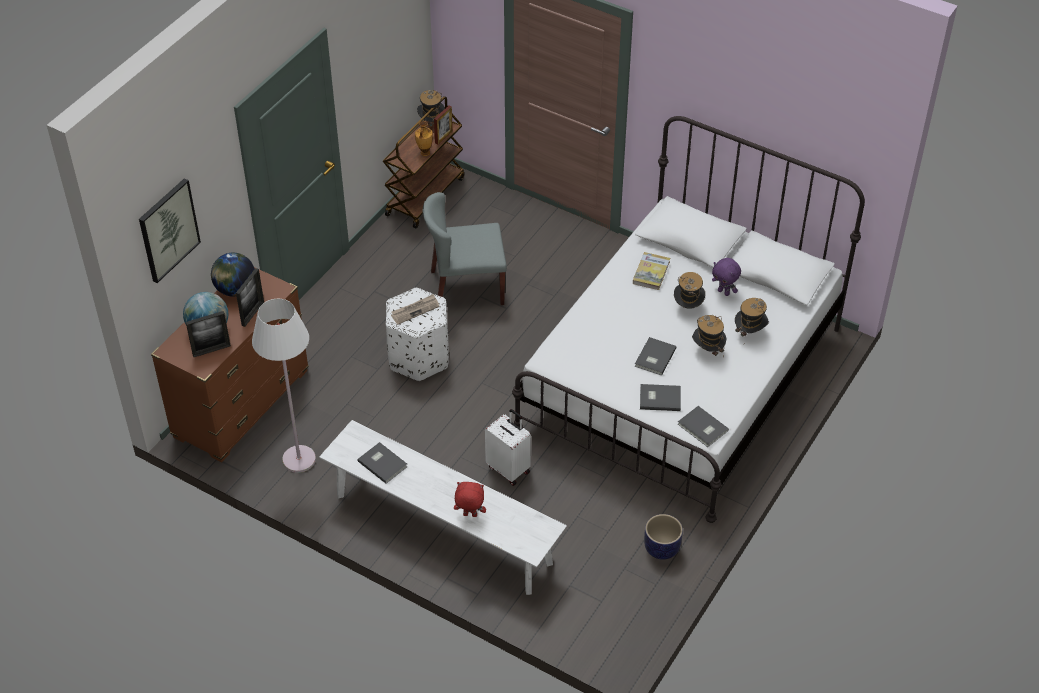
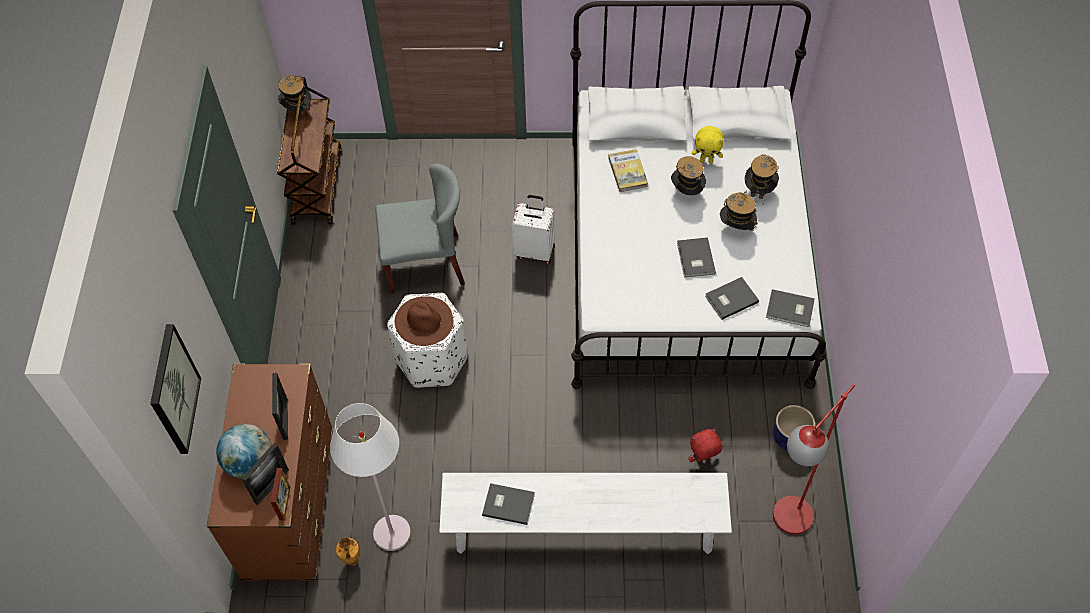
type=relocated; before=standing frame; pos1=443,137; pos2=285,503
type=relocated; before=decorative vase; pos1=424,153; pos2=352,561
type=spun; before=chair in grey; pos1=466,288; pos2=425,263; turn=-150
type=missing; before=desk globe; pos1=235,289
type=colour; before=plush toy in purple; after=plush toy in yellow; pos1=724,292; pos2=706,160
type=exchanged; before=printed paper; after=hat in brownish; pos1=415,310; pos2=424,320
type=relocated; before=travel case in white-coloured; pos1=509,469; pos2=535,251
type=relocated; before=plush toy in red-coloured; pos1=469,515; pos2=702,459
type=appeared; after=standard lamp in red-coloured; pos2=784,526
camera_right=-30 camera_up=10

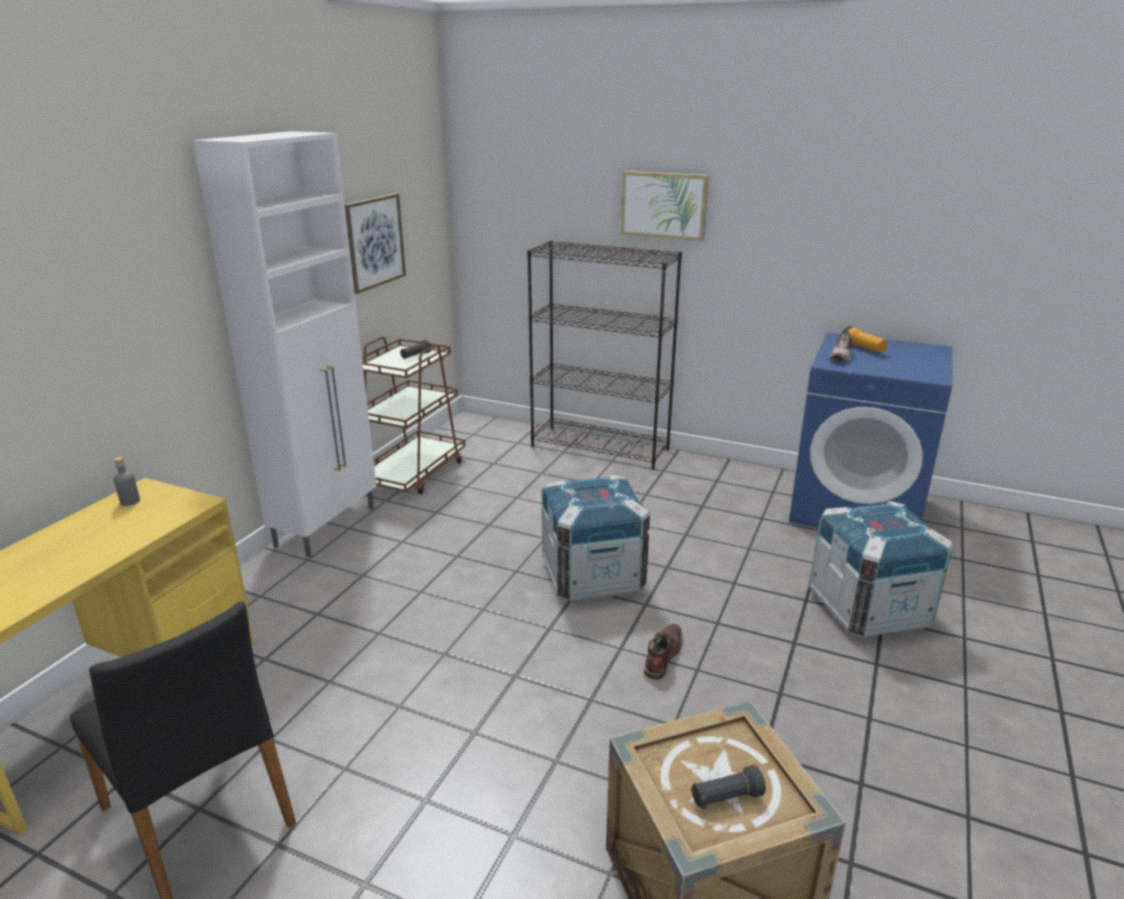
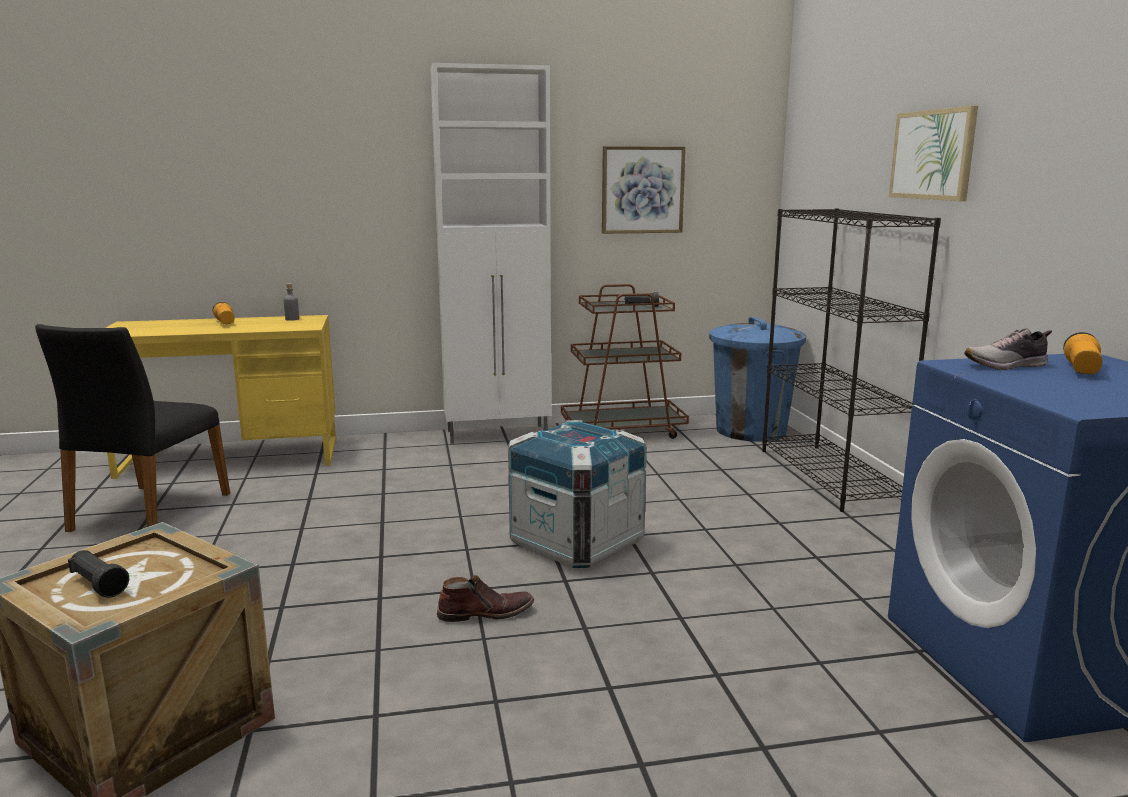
type=missing; before=packing crate; pos1=868,609
type=appeared; after=flashlight; pos2=225,323
type=appeared; after=waste bin in blue-coloured; pos2=750,430
camera_right=55 camera_up=-10

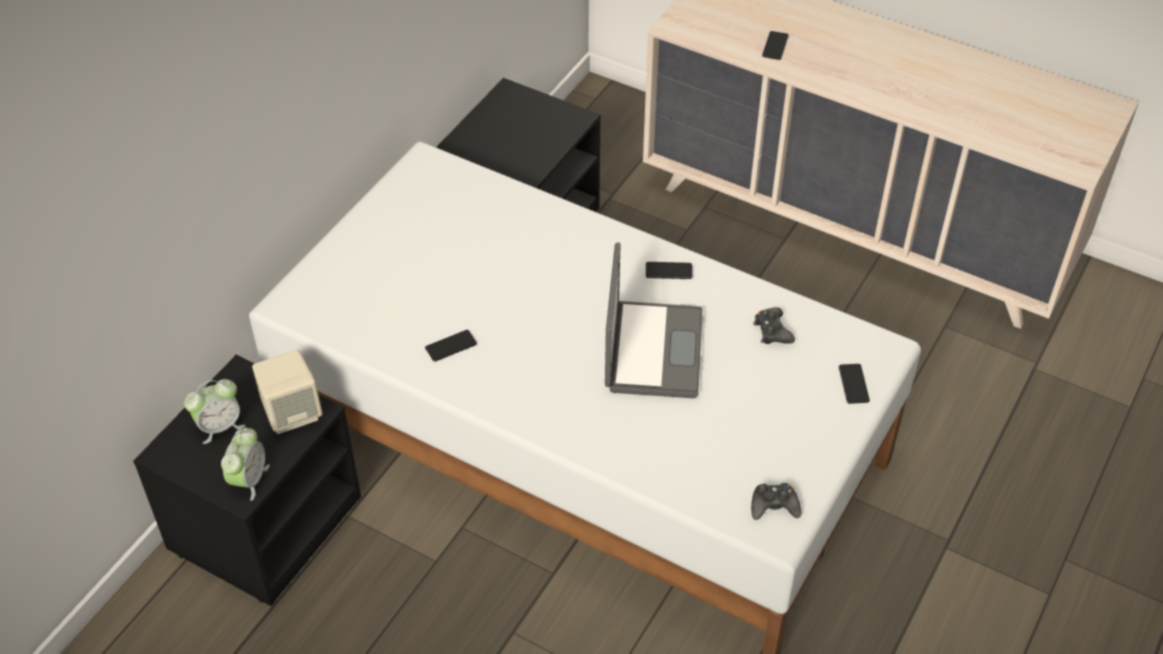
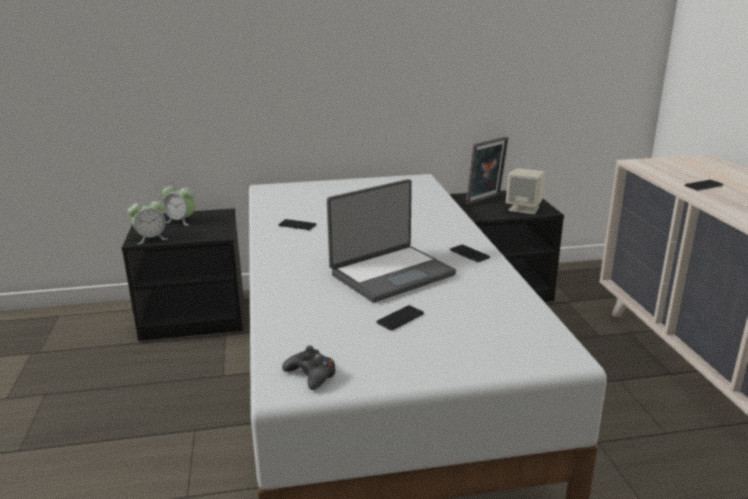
type=missing; before=joypad in blackish; pos1=772,331
type=relocated; before=audio speaker in sand-coloured; pos1=292,413; pos2=524,209
type=relocated; before=handset; pos1=853,384; pos2=400,318
type=appeared; after=standing frame; pos2=485,200
camera_right=50 camera_up=-25

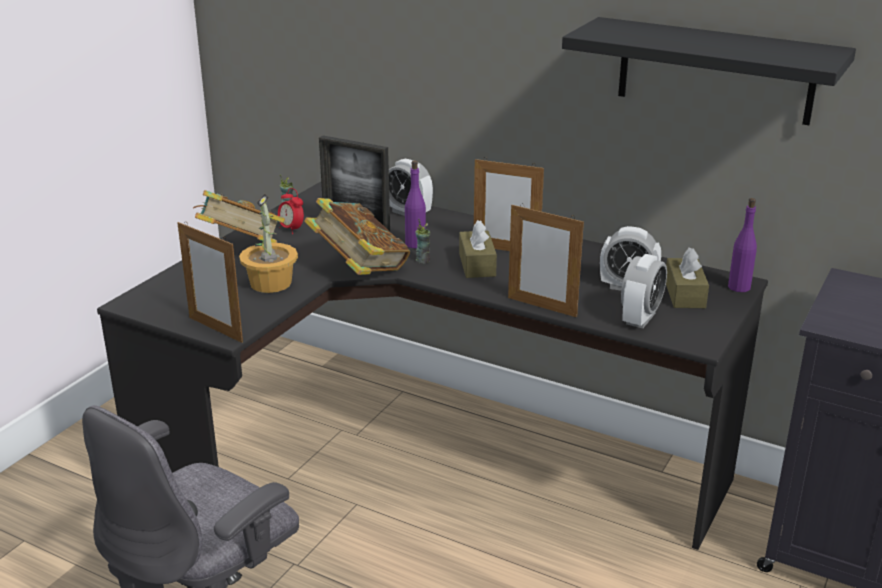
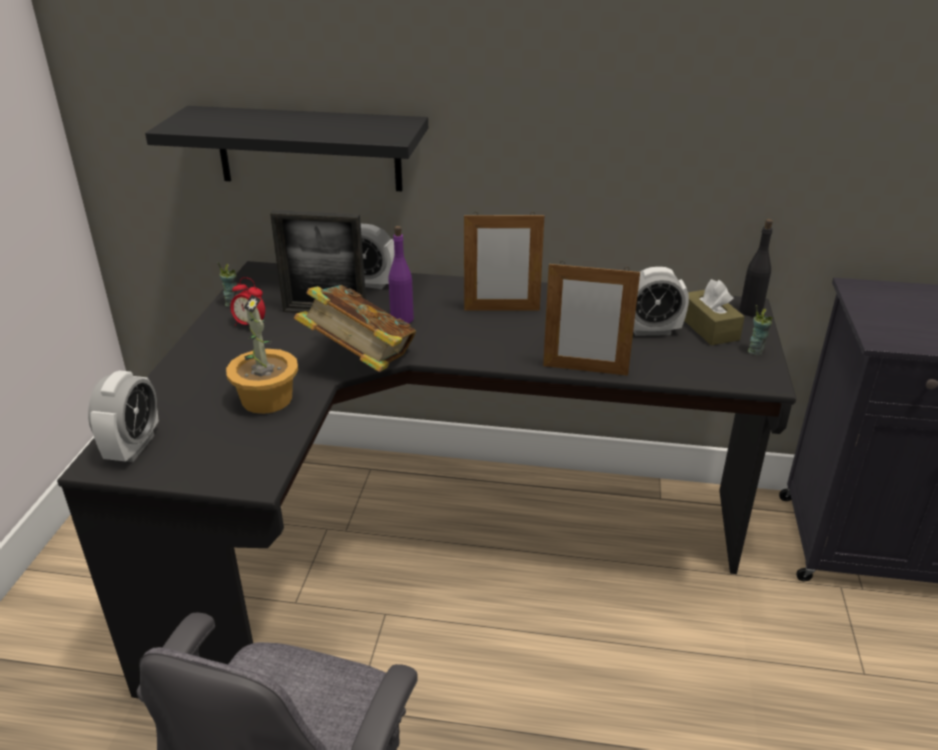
type=relocated; before=wall shelf in blackish; pos1=715,71; pos2=309,149
type=missing; before=book; pos1=241,250
type=colour; before=beverage bottle in purple; after=beverage bottle in blackish; pos1=739,287; pos2=751,311
type=relocated; before=cup; pos1=423,260; pos2=756,351
type=missing; before=tissue holder in brownish; pos1=477,264
type=missing; before=standing frame; pos1=215,329
type=relocated; before=alarm clock; pos1=640,318; pos2=133,447
camera_right=-20 camera_up=5

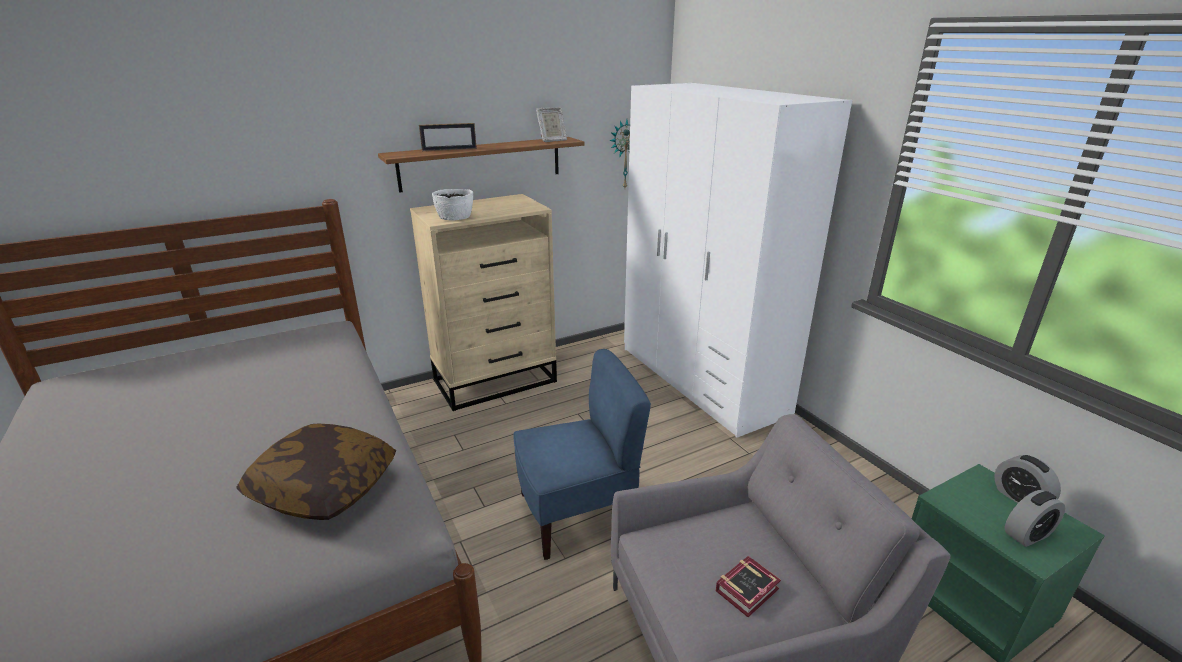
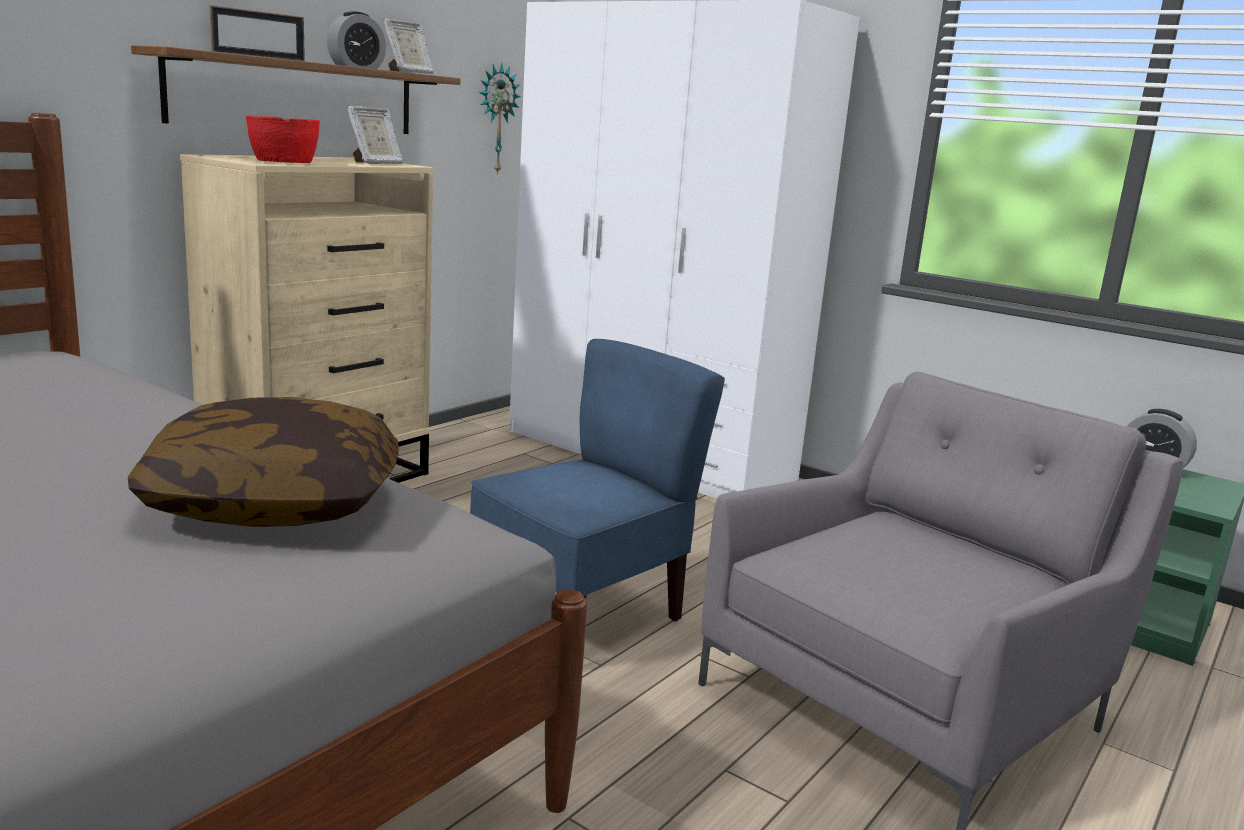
type=colour; before=bowl in white-coloured; after=bowl in red-coloured; pos1=454,217; pos2=283,162
type=relocated; before=alarm clock; pos1=1027,535; pos2=356,67
type=missing; before=book; pos1=750,589
type=appeared; after=standing frame; pos2=375,163
camera_right=-25 camera_up=-10

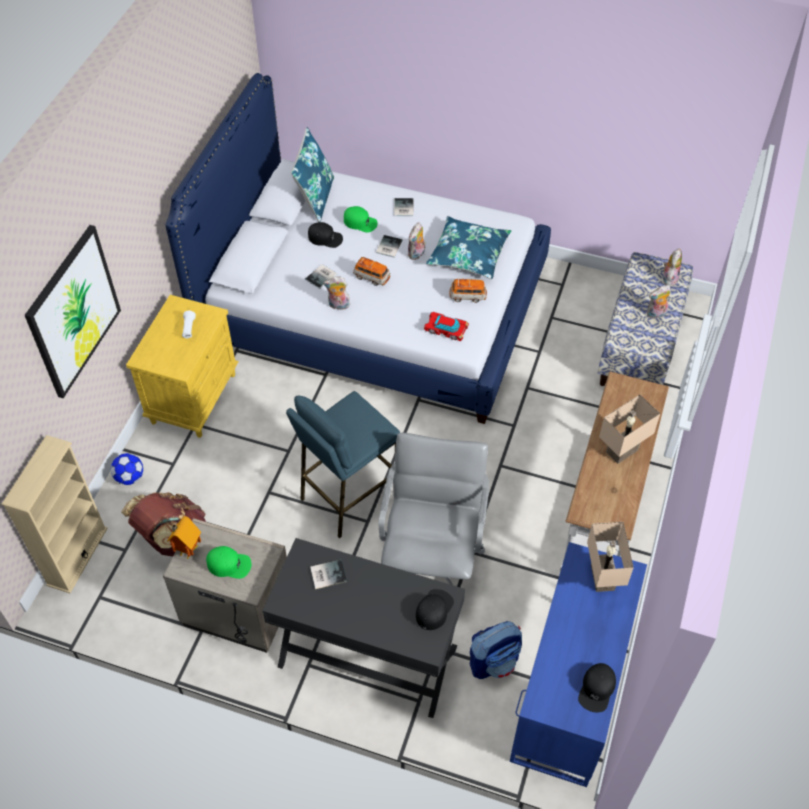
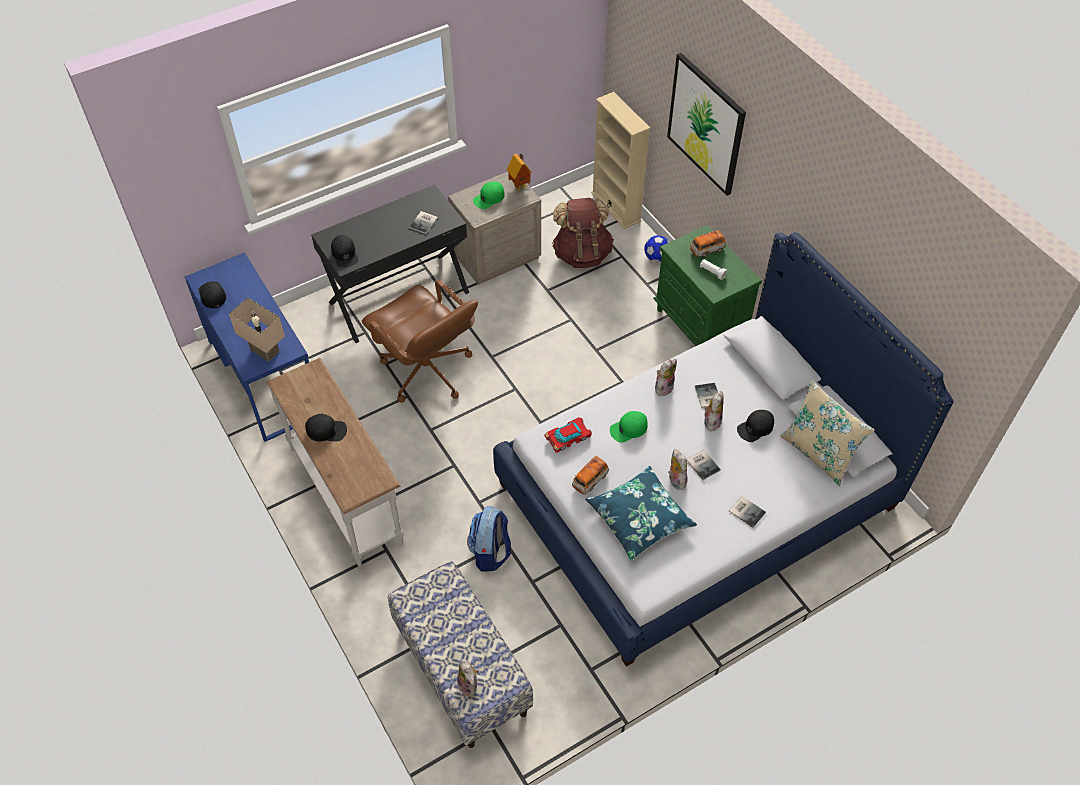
type=colour; before=throw pillow in blue-coloured; after=throw pillow in sand-coloured; pos1=315,198; pos2=818,453
type=relocated; before=baseball cap in green; pos1=360,222; pos2=628,429
type=relocated; before=toy car; pos1=371,277; pos2=707,250
type=relocated; before=plush toy; pos1=656,315; pos2=711,421
type=colour; before=night table in yellow; after=night table in green; pos1=193,397; pos2=700,325
type=missing; before=stool in blue-coloured; pos1=348,496
type=exchanged; before=lamp for a table in sand-coloured; after=baseball cap in blackish; pos1=622,452; pos2=326,430
type=colour; before=desk chair in grey; after=desk chair in brownish; pos1=431,558; pos2=427,372
type=relocated; before=rucksack; pos1=494,661; pos2=490,552
camera_right=130 camera_up=0

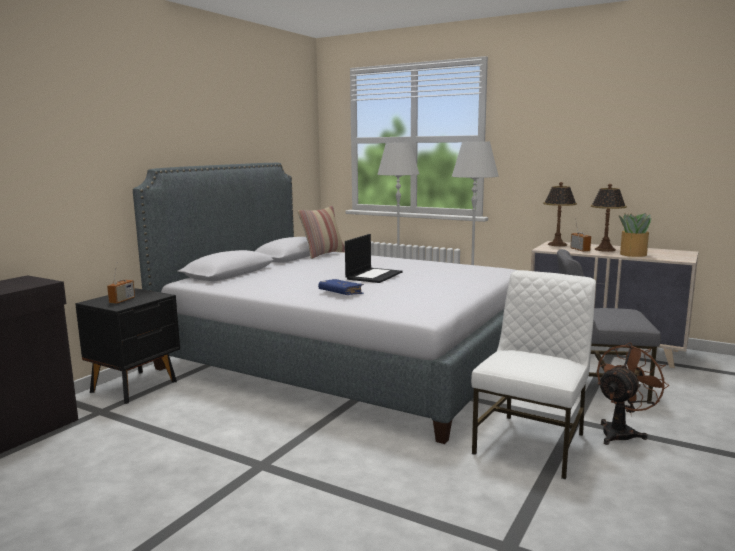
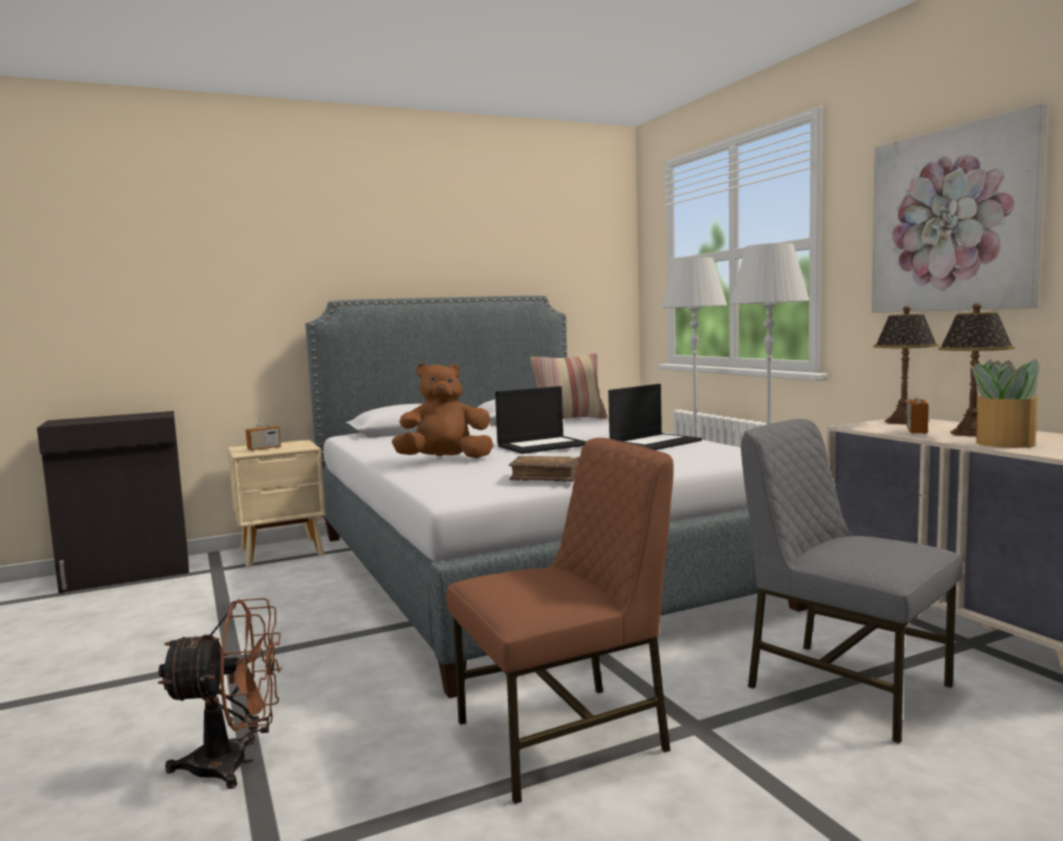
type=colour; before=chair in white-coloured; after=chair in brownish; pos1=532,443; pos2=565,737
type=exchanged; before=book in blue-coloured; after=plush toy in brownish; pos1=340,293; pos2=445,460
type=colour; before=night table in blackish; after=night table in sand-coloured; pos1=136,386; pos2=283,552
type=relocated; before=electric fan in brownish; pos1=621,432; pos2=235,764
type=appeared; after=wall picture; pos2=952,220
type=appeared; after=laptop; pos2=655,442
type=appeared; after=book in brownish; pos2=545,477
camera_right=35 camera_up=-5

